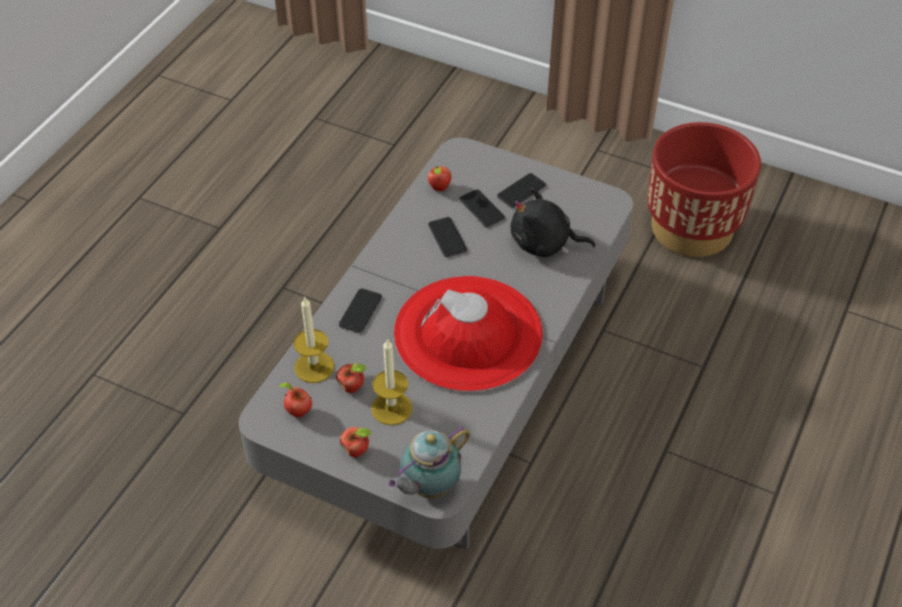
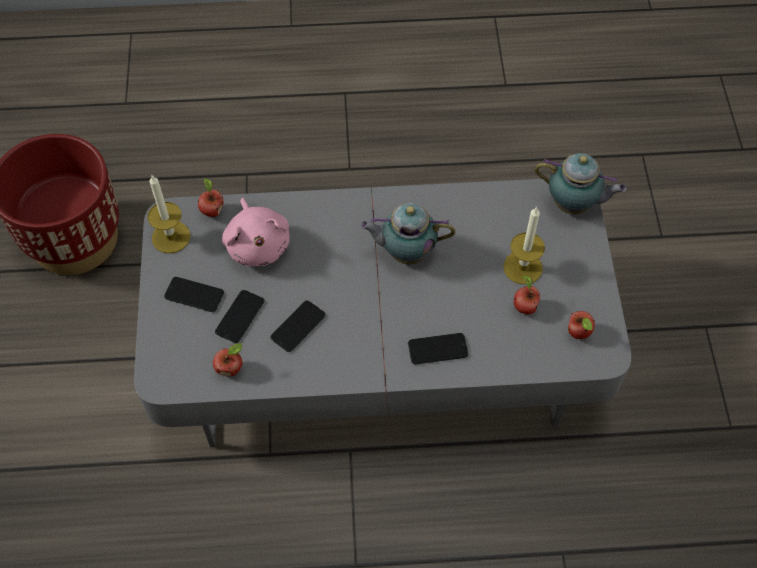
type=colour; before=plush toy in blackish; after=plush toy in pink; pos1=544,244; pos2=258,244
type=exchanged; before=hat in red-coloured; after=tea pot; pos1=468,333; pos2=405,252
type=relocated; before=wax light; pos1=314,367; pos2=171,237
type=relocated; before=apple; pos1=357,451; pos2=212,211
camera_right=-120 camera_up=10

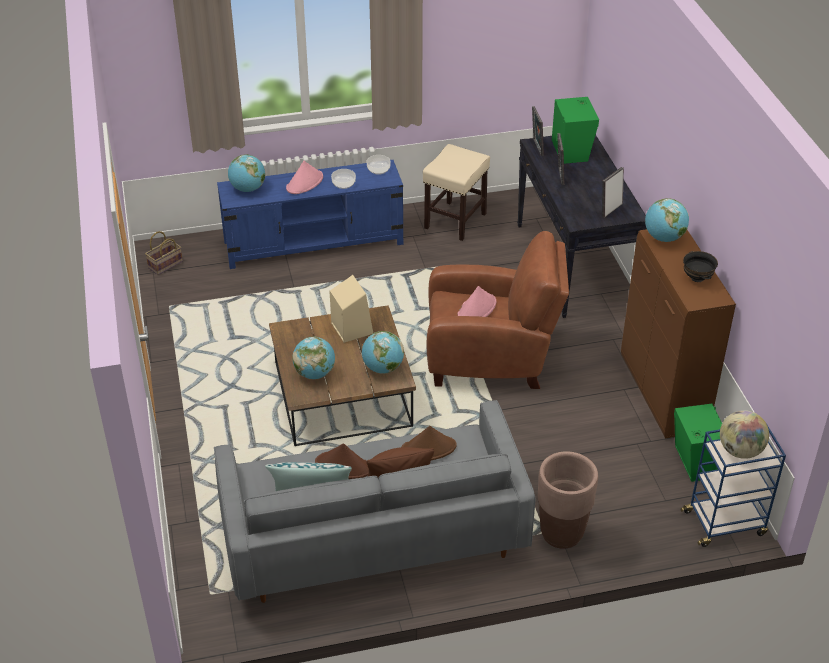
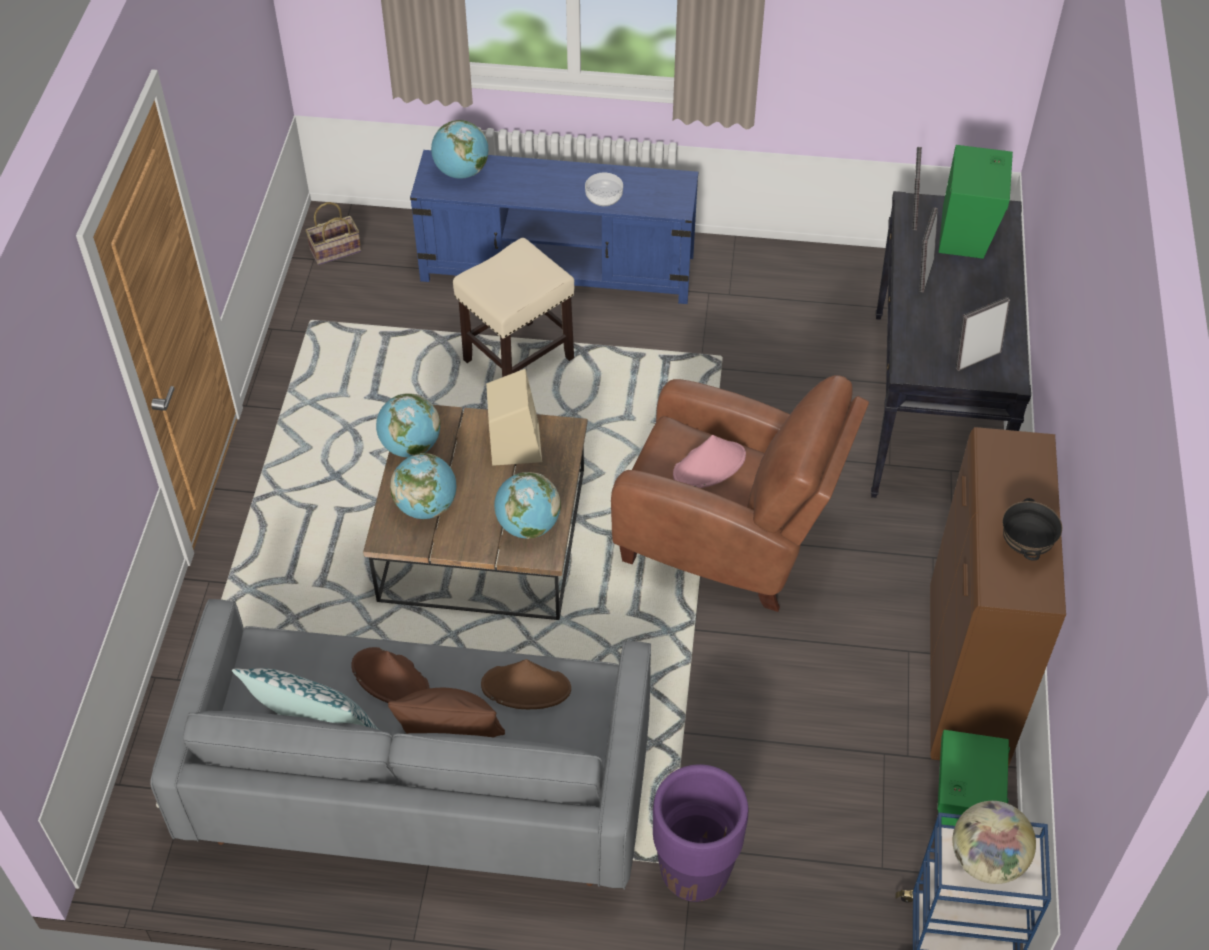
type=relocated; before=stool in sand-coloured; pos1=455,221; pos2=517,360
type=missing; before=bowl; pos1=379,169
type=missing; before=hat in pink; pos1=305,183
type=relocated; before=desk globe; pos1=664,238; pos2=410,446
type=colour; before=planter in brownish; after=planter in purple; pos1=561,534; pos2=694,874
camera_right=20 camera_up=10

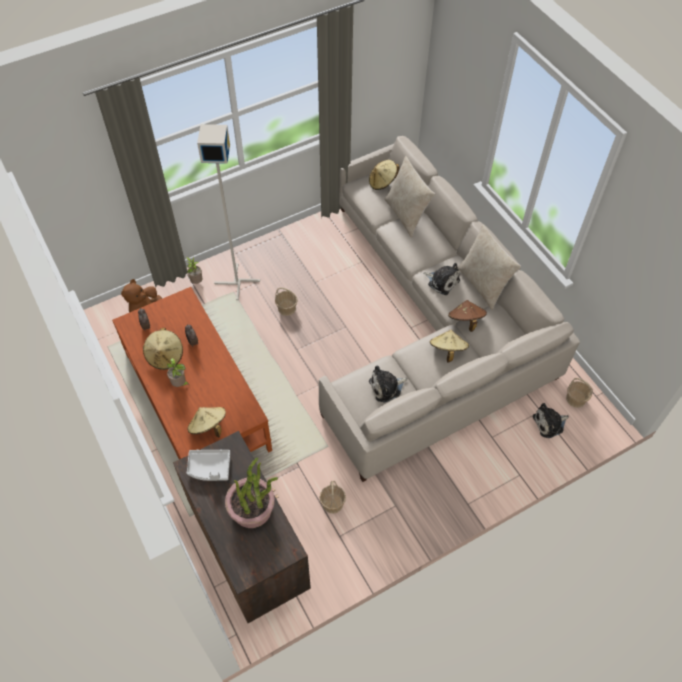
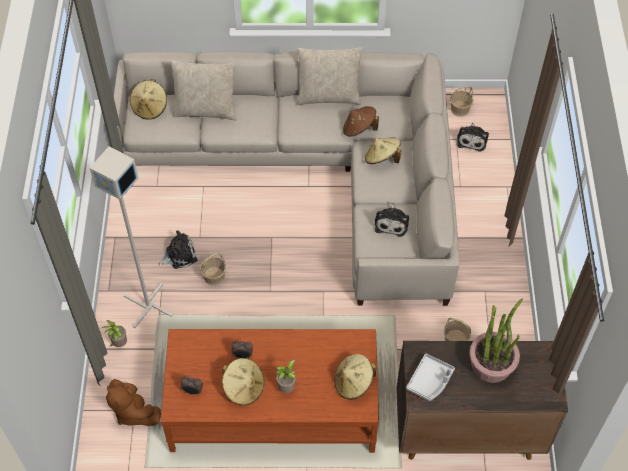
type=relocated; before=plush toy; pos1=442,281; pos2=179,255
camera_right=-60 camera_up=0

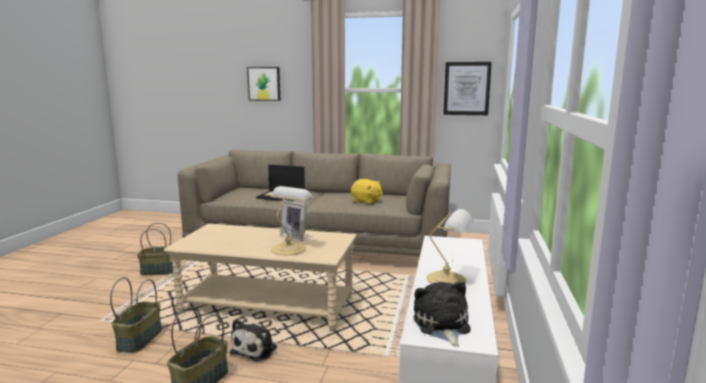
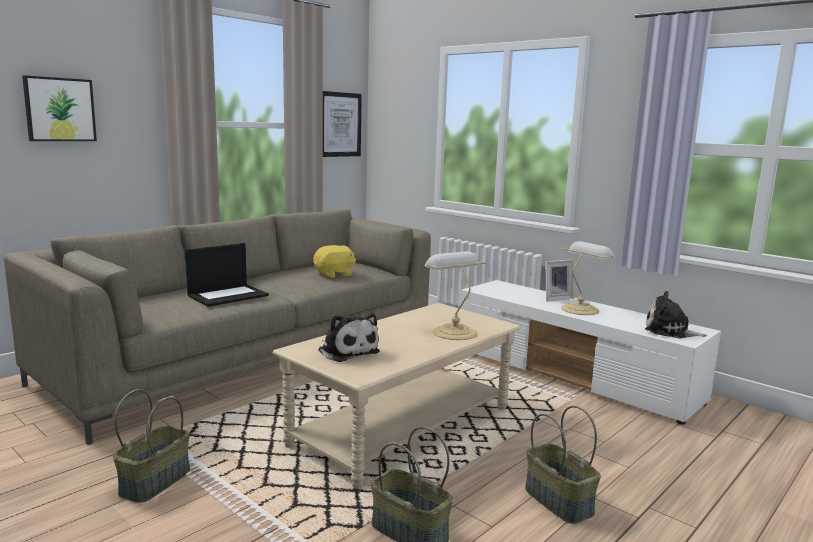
type=relocated; before=standing frame; pos1=295,236; pos2=556,298
type=relocated; before=plush toy; pos1=256,349; pos2=347,351
camera_right=-60 camera_up=0

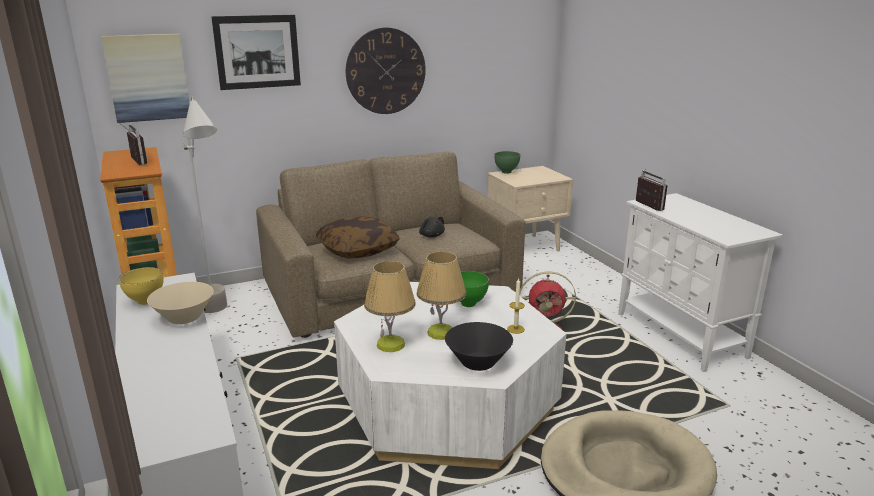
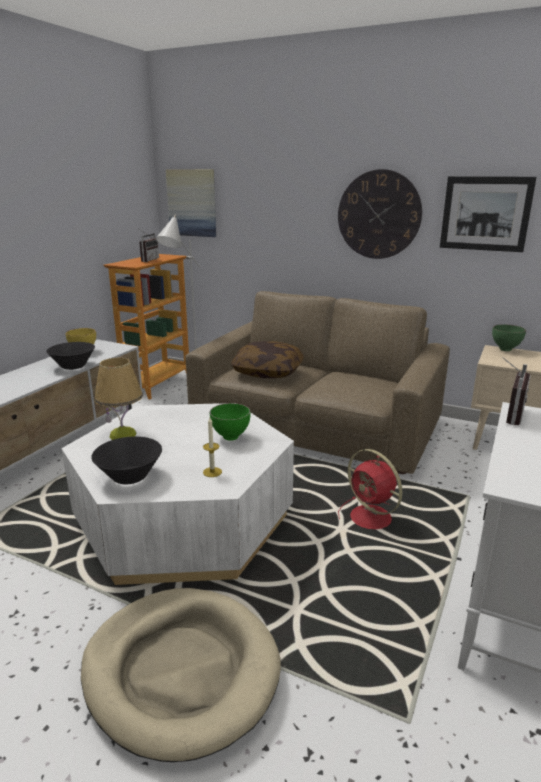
type=relocated; before=wall picture; pos1=257,52; pos2=485,213
type=missing; before=plush toy in blackish; pos1=431,236
type=missing; before=lamp for a table; pos1=441,332
type=colour; before=bowl in sand-coloured; after=bowl in blackish; pos1=184,318; pos2=73,366
camera_right=50 camera_up=0

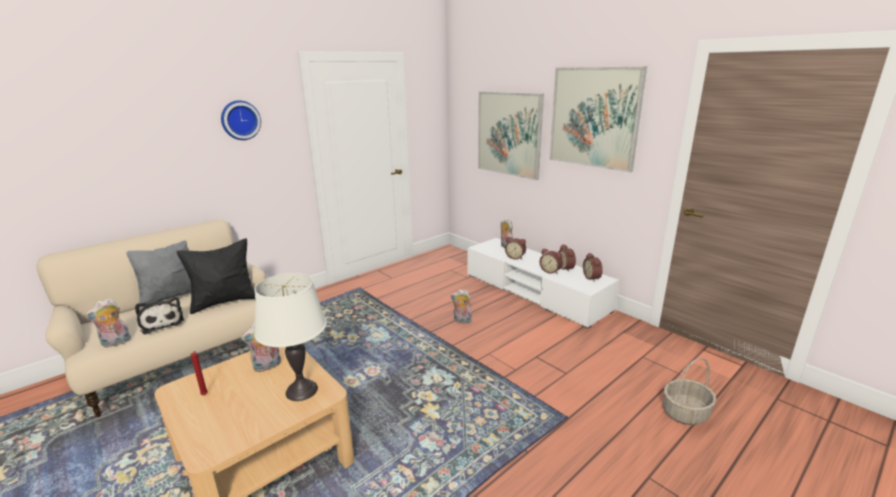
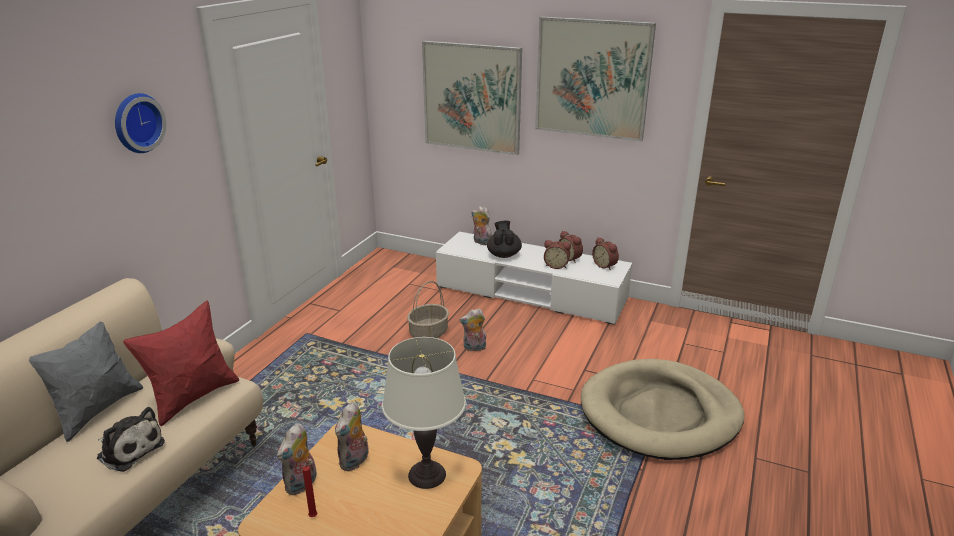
type=exchanged; before=alarm clock; after=tea pot in blackish; pos1=515,257; pos2=503,254
type=colour; before=throw pillow in blackish; after=throw pillow in red-coloured; pos1=225,302; pos2=193,397
type=relocated; before=plush toy; pos1=116,343; pos2=301,485
type=relocated; before=storage basket; pos1=685,413; pos2=428,333
type=appeared; after=pet bed in sand-coloured; pos2=659,414
camera_right=-25 camera_up=5

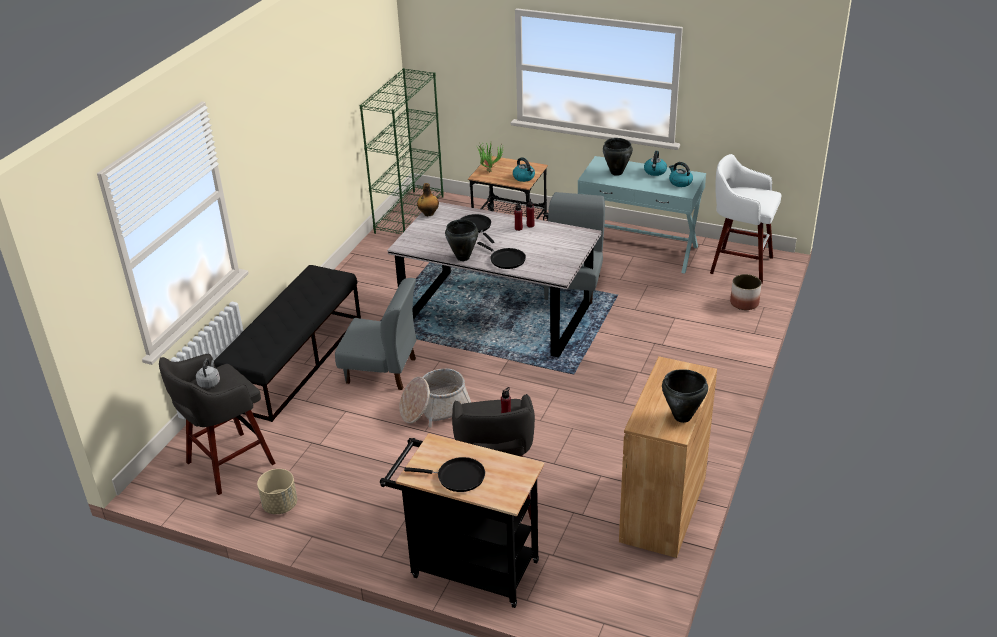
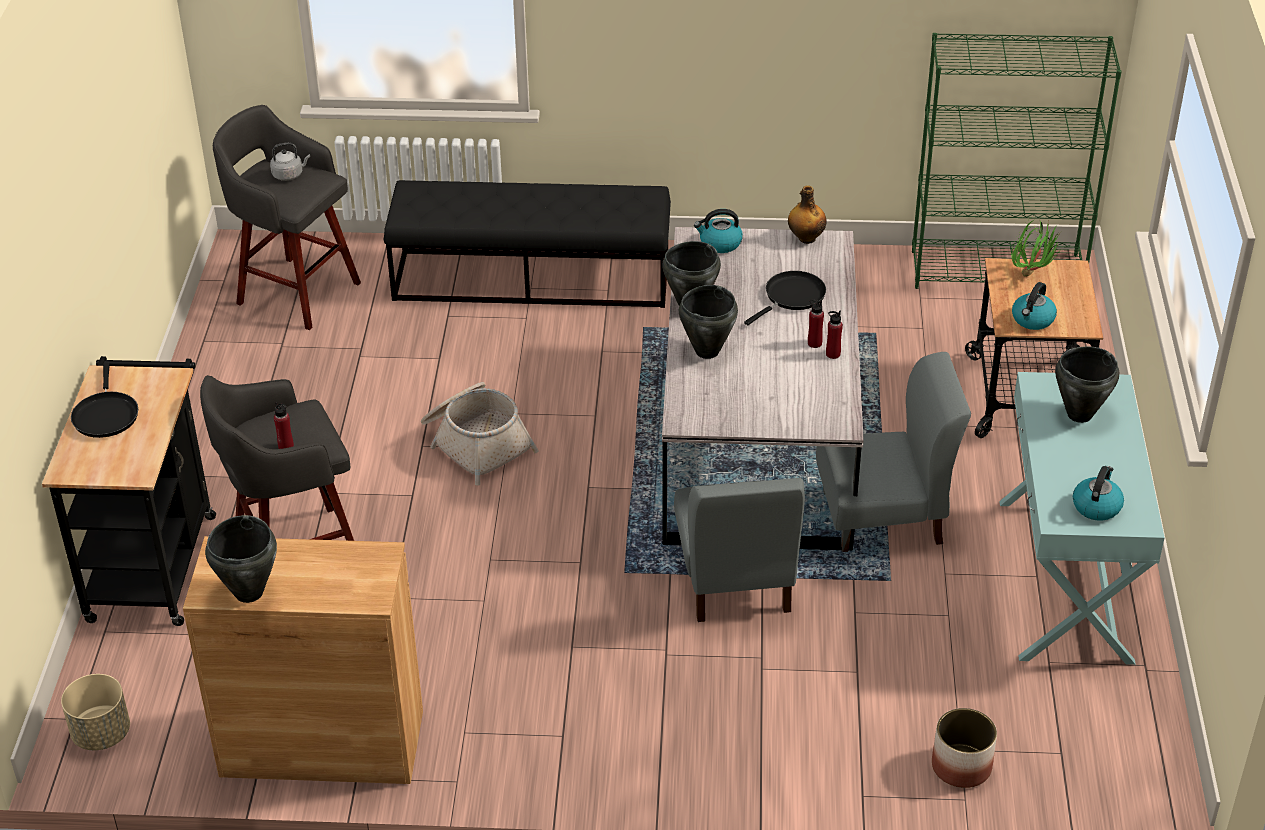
type=relocated; before=water kettle; pos1=655,172; pos2=720,243
type=missing; before=stool in white-coloured; pos1=739,264
type=exchanged; before=frying pan in blackish; after=stockpot in blackish; pos1=505,260; pos2=706,351
type=relocated; before=chair in grey; pos1=381,371; pos2=735,580
type=relocated; before=planter in sand-coloured; pos1=280,505; pos2=102,733
camera_right=70 camera_up=5

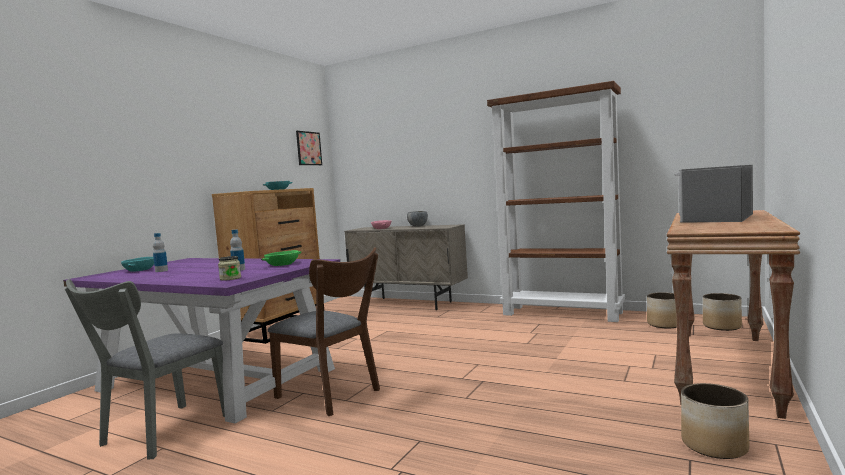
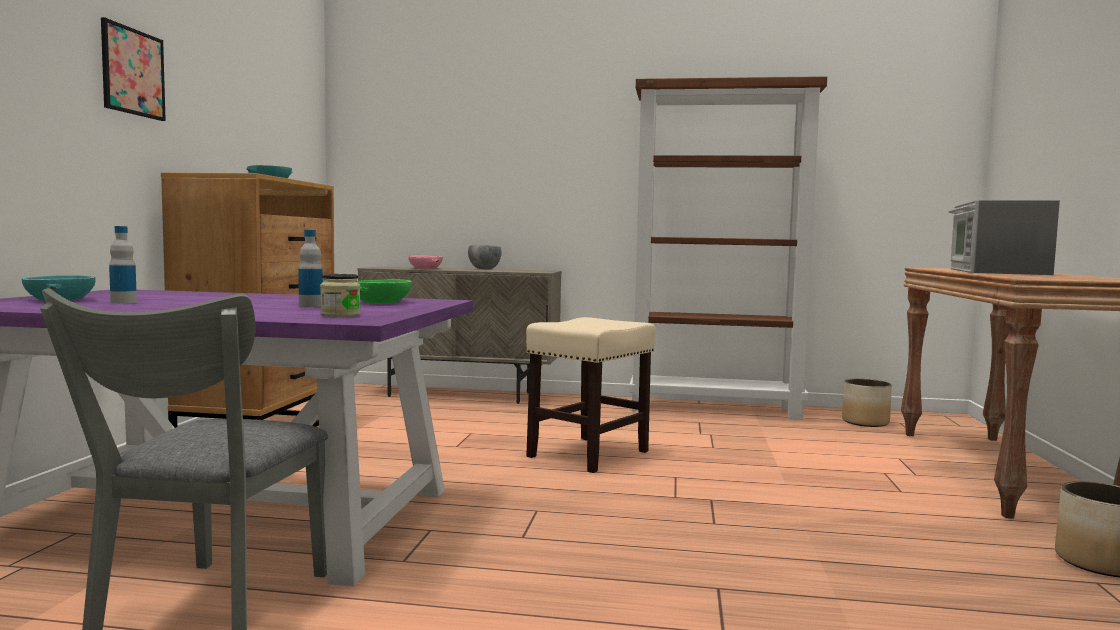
type=relocated; before=wall picture; pos1=309,148; pos2=133,72
type=missing; before=chair in brownish; pos1=332,395
type=missing; before=planter; pos1=722,326
type=appeared; after=stool in sand-coloured; pos2=589,453
camera_right=-20 camera_up=0

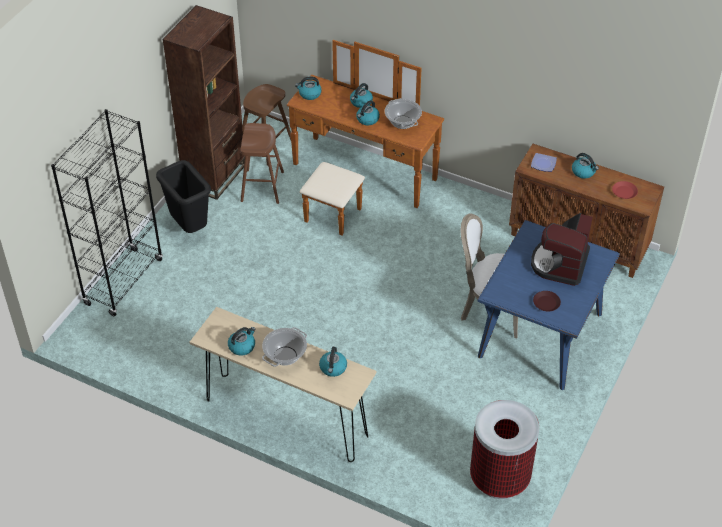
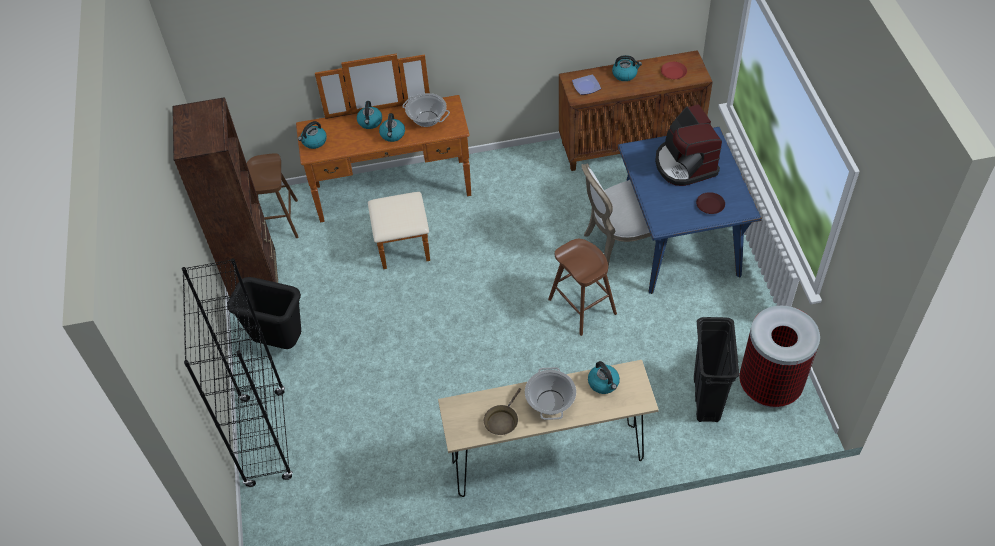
type=relocated; before=stool in brownish; pos1=262,186; pos2=582,306
type=exchanged; before=water kettle; after=frying pan in brownish; pos1=242,346; pos2=502,420
type=appeared; after=waste bin in blackish; pos2=706,399
camera_right=-35 camera_up=5

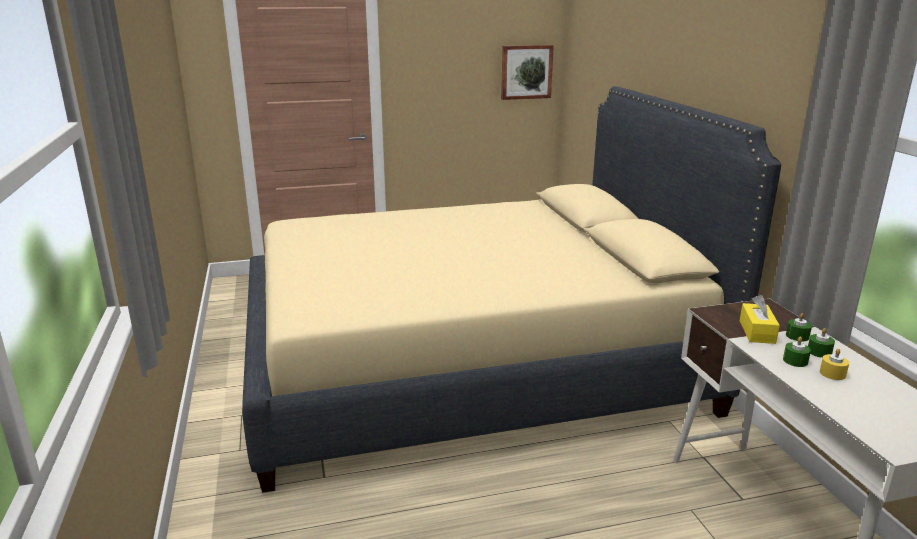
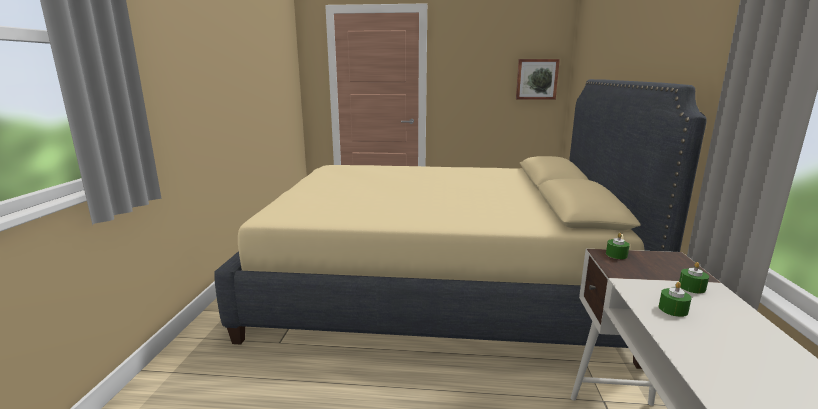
type=missing; before=tissue holder in yellow; pos1=757,332
type=relocated; before=wax light in green; pos1=819,352; pos2=616,255
type=missing; before=wax light in yellow; pos1=832,373
camera_right=20 camera_up=-5

